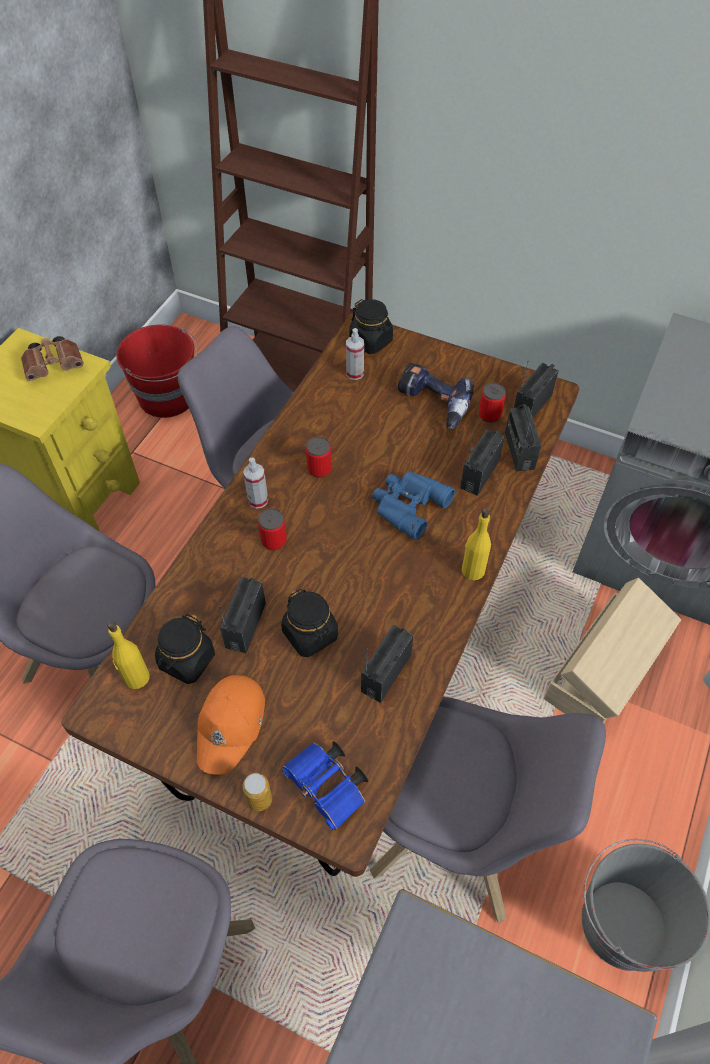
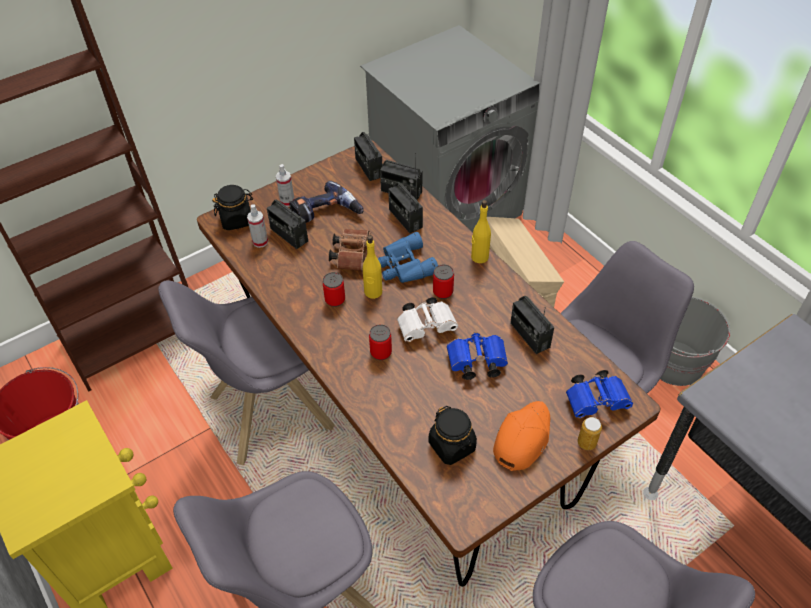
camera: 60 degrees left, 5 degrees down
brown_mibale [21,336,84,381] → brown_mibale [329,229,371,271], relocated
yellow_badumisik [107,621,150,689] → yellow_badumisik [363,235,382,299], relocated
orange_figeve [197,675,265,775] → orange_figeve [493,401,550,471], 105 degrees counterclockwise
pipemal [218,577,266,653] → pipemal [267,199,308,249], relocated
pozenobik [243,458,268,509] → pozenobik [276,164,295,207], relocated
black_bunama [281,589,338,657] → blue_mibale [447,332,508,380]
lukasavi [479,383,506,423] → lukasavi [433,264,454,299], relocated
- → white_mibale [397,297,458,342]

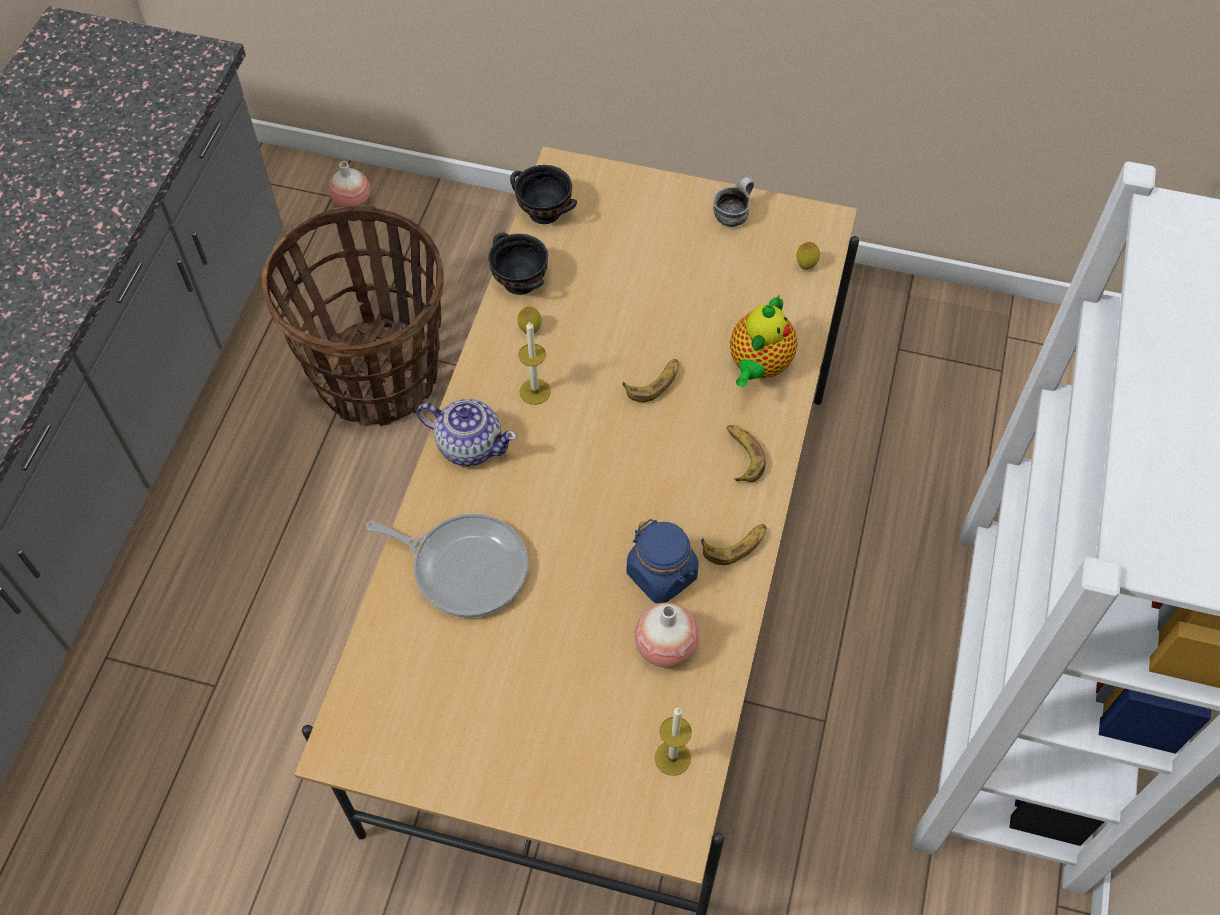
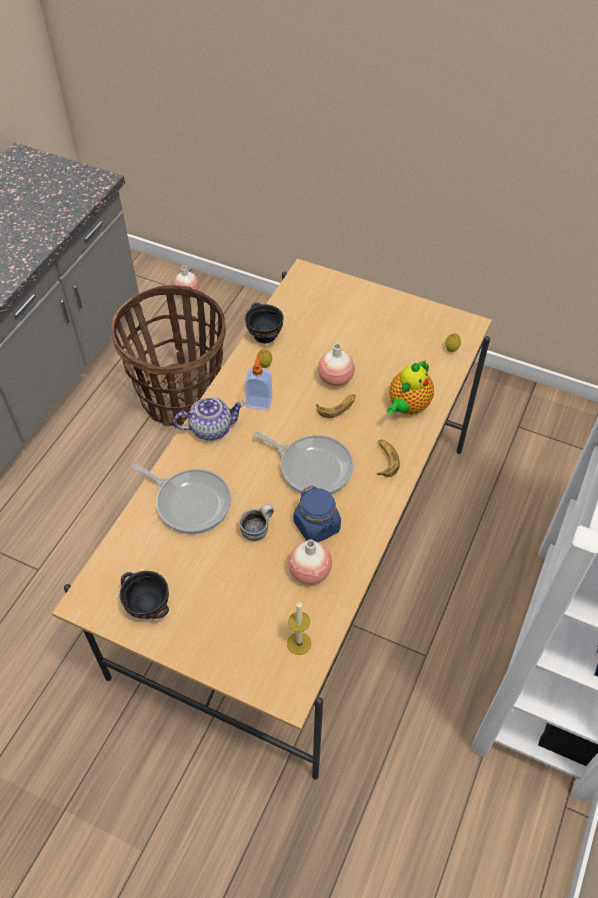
camera: 10 degrees right, 5 degrees down
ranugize [417,399,517,466] → ranugize [174,397,245,440], 45 degrees counterclockwise
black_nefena [510,165,577,224] → black_nefena [120,571,169,619], relocated
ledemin [518,321,551,405] → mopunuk [245,356,272,410]
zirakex [701,524,766,565] → -
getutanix [713,177,754,227] → getutanix [239,504,274,541], relocated
- → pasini [253,432,353,494]
- → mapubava [318,344,355,386]

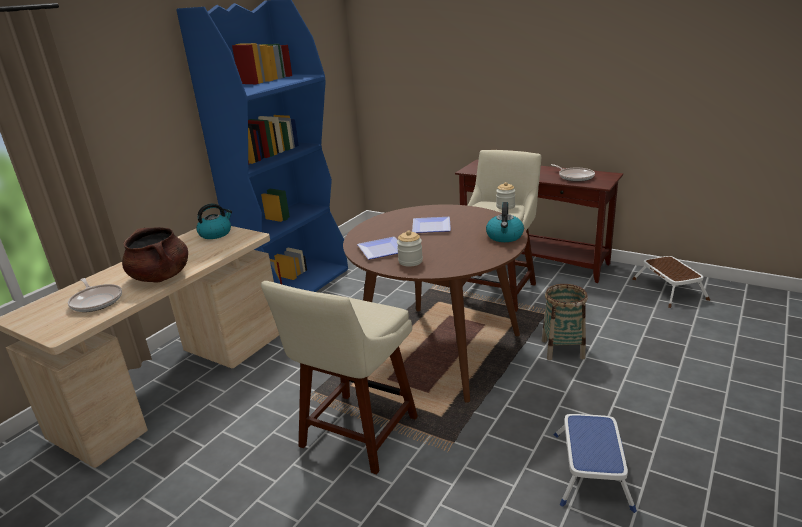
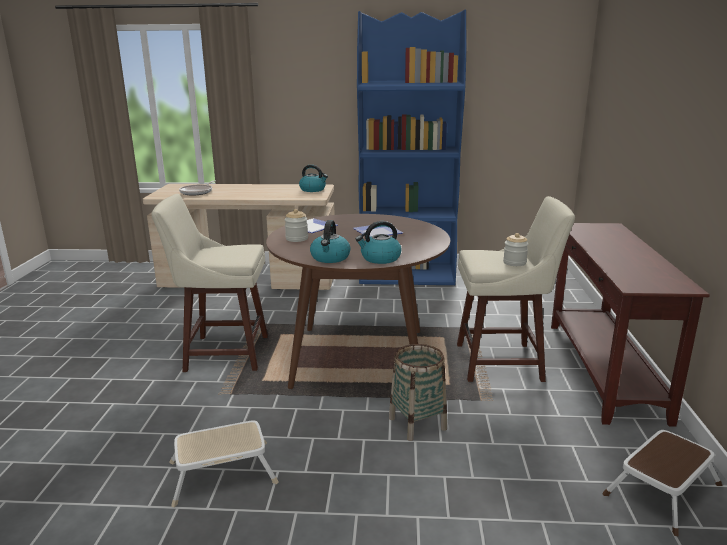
camera: 60 degrees right, 5 degrees down
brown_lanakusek [122,227,188,283] → -
pasini [551,164,595,182] → -
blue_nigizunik [554,414,637,513] → beige_nigizunik [169,420,279,507]
- → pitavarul [310,220,350,263]

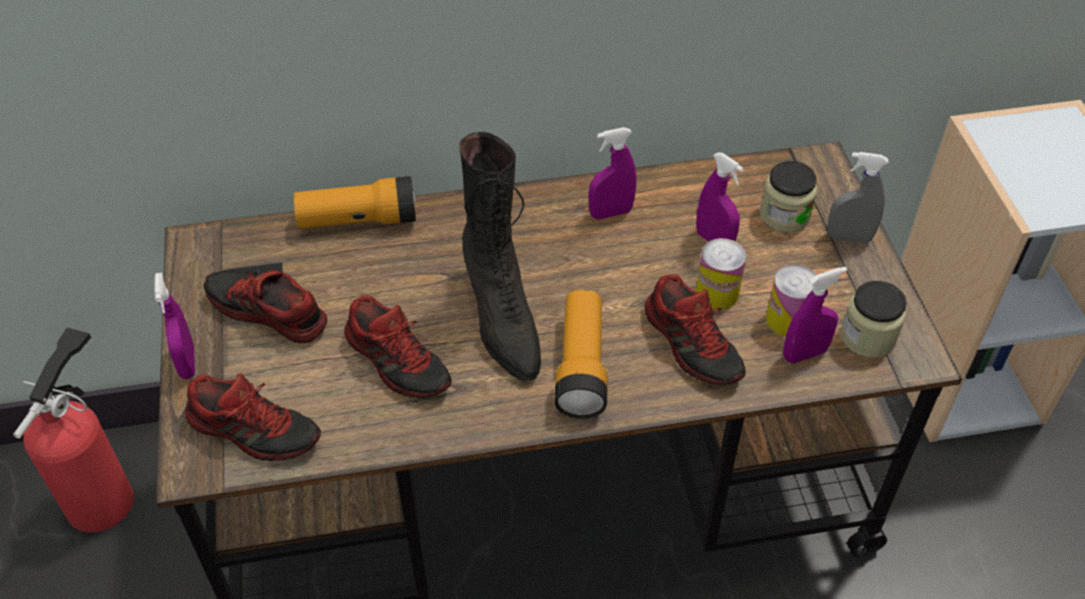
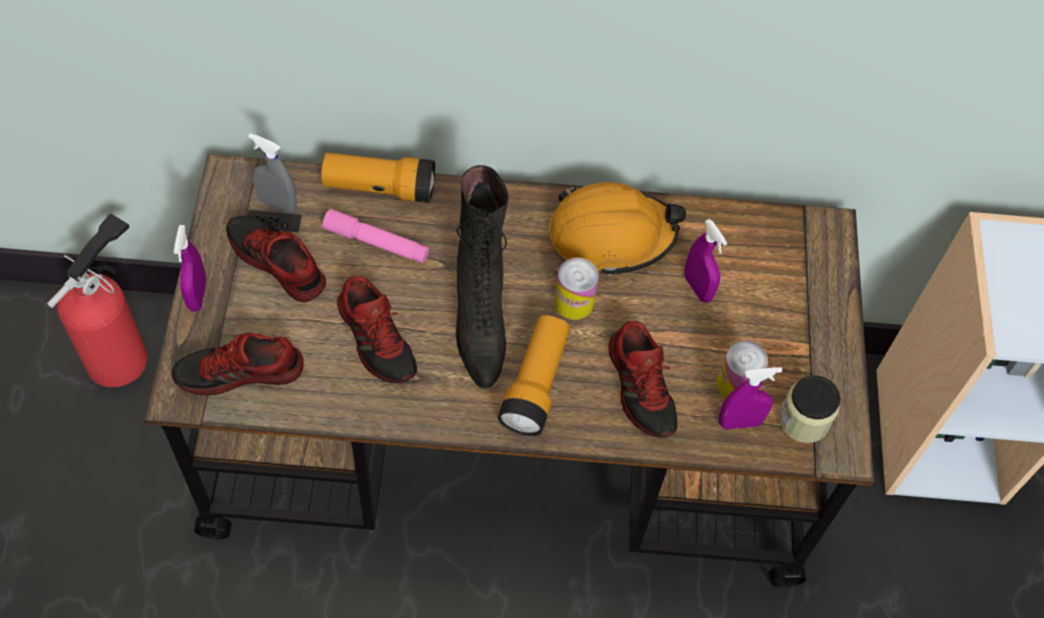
camera: 10 degrees right, 10 degrees up
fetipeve [186,374,321,461] → fetipeve [171,333,303,395], 135 degrees clockwise
purple_pozenobik [589,127,637,219] → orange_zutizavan [549,182,686,276]
lukasavi [696,238,746,309] → lukasavi [554,258,599,320], relocated
bunama [760,161,817,232] → -
grey_pozenobik [828,152,888,243] → grey_pozenobik [248,133,297,213], relocated
- → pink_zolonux [323,209,429,263]

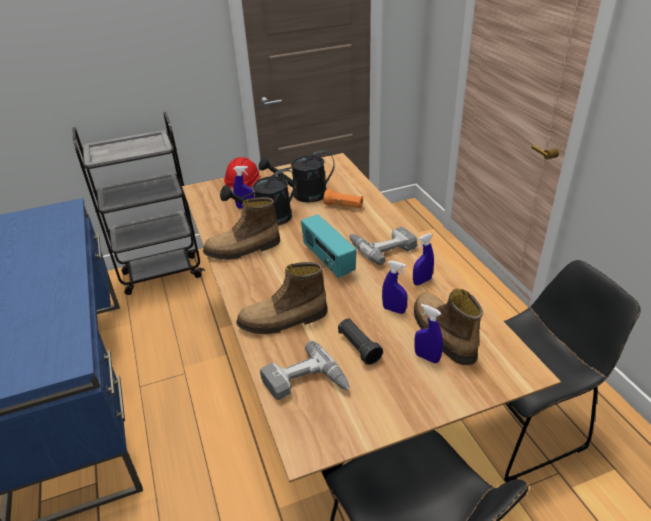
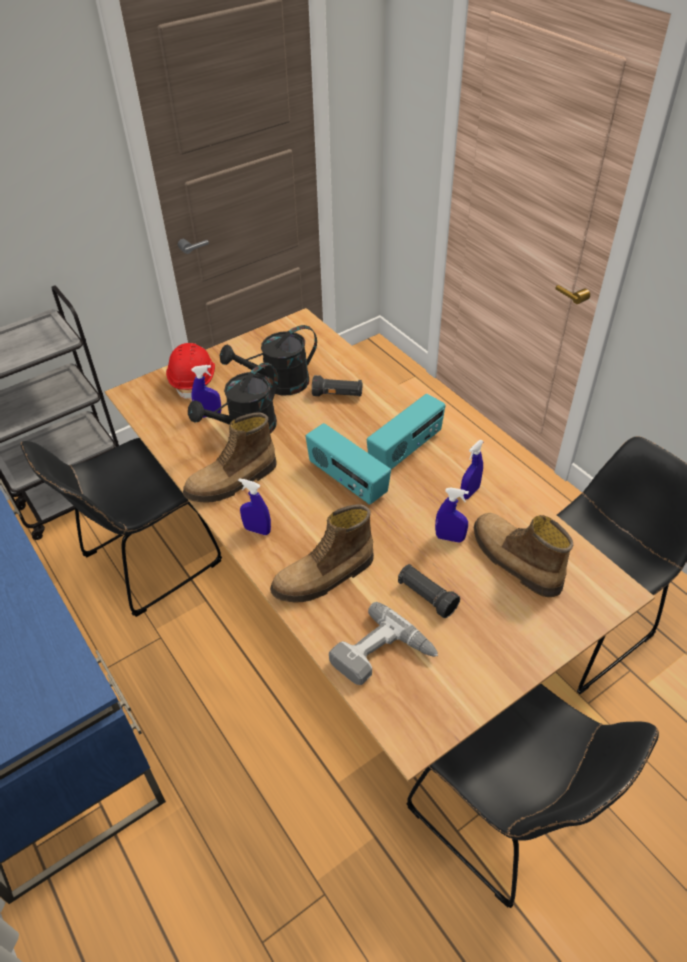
camera: 15 degrees left, 10 degrees up
orange_zolonux [323,189,363,208] → black_zolonux [312,375,362,397]
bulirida [349,226,417,265] → pipemal [367,394,446,469]
blue_pozenobik [414,304,443,363] → blue_pozenobik [238,478,271,535], relocated
- → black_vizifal [21,438,222,617]

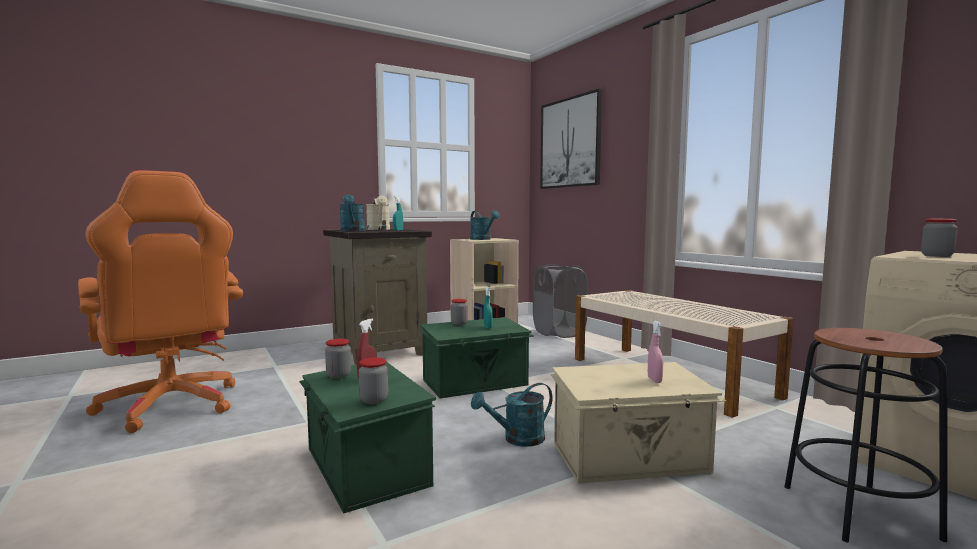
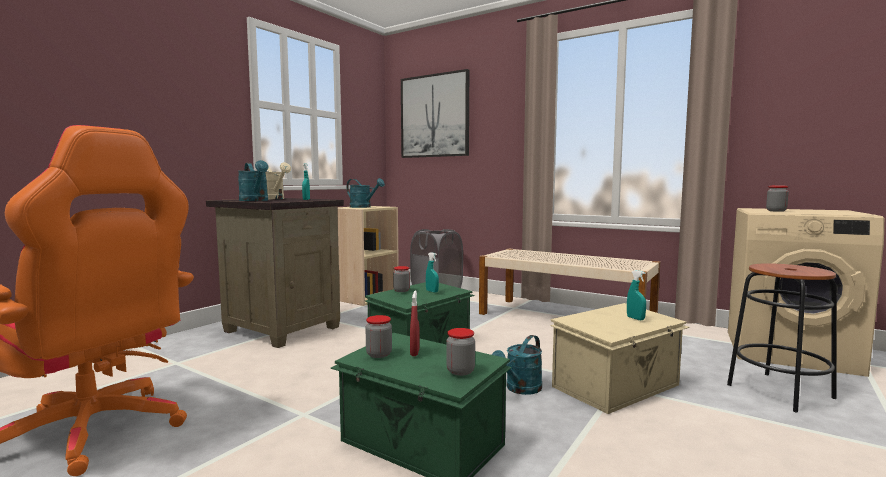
camera: 25 degrees left, 0 degrees up
pink_pozenobik [648,321,663,383] → turquoise_pozenobik [627,270,646,320]

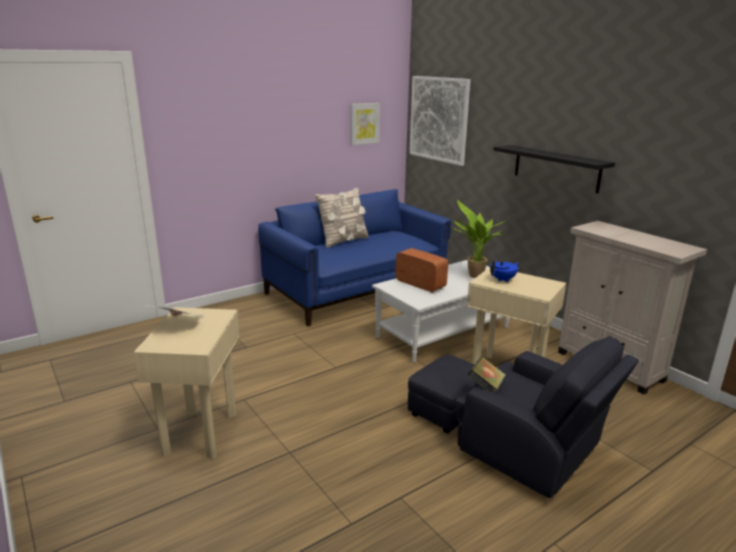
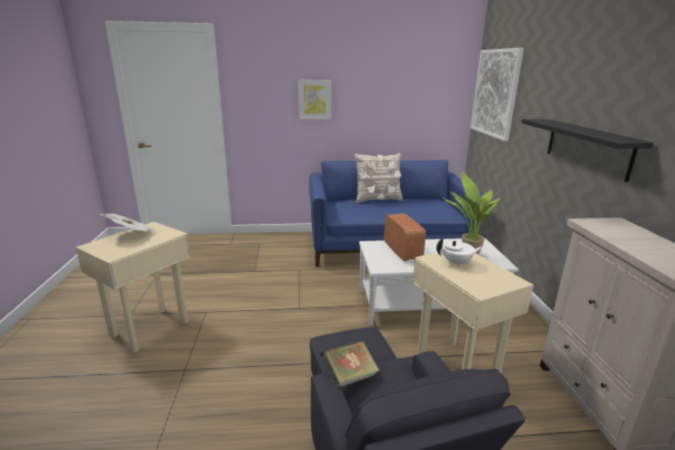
camera: 30 degrees right, 0 degrees up
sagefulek [350,103,380,145] → sagefulek [298,80,331,119], relocated
blue_ranugize [490,260,519,282] → white_ranugize [436,238,483,267]

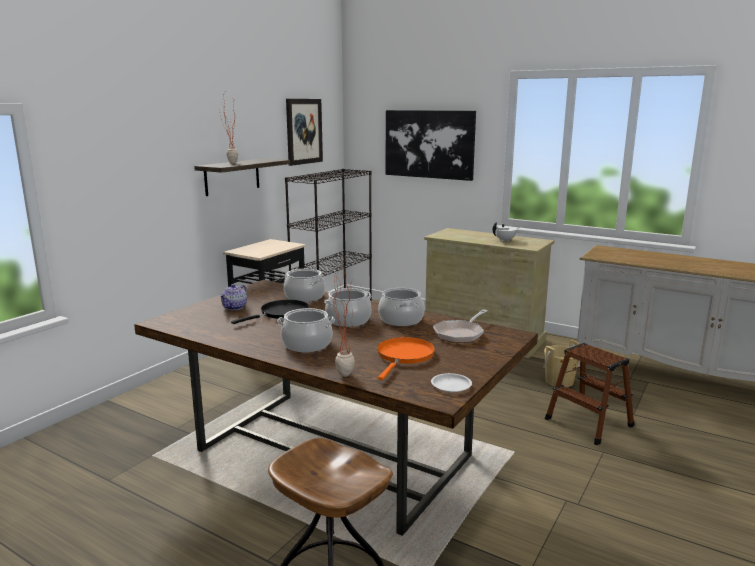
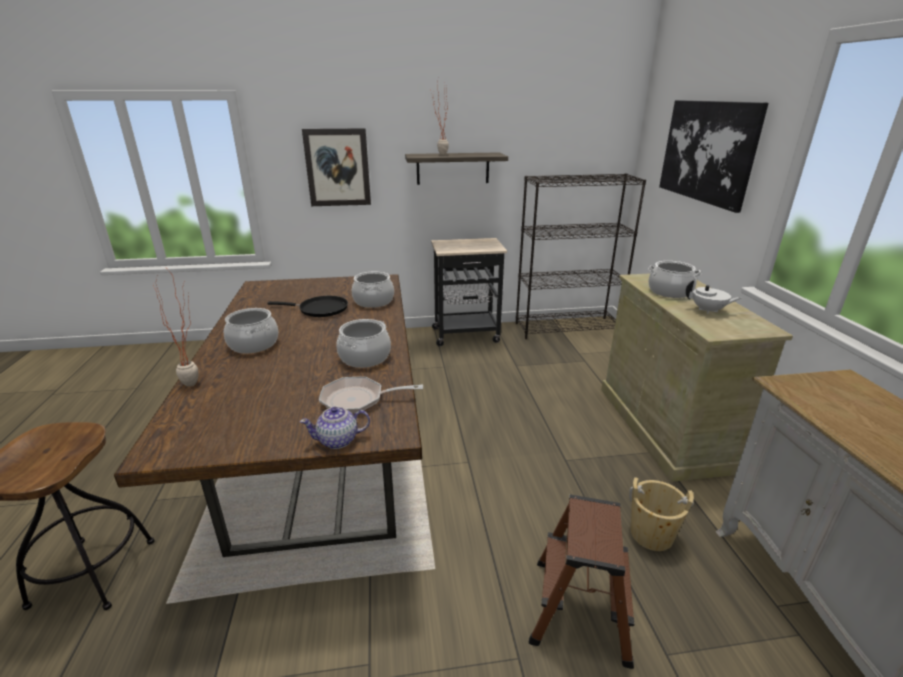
camera: 50 degrees right, 10 degrees up
ranugize [220,284,247,310] → ranugize [300,407,370,449], relocated
sagefulek [286,99,323,166] → sagefulek [302,128,371,206], relocated
lanakusek [324,288,372,327] → lanakusek [648,261,701,298], relocated
orange_pasini [377,337,435,380] → -
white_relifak [431,373,472,392] → -

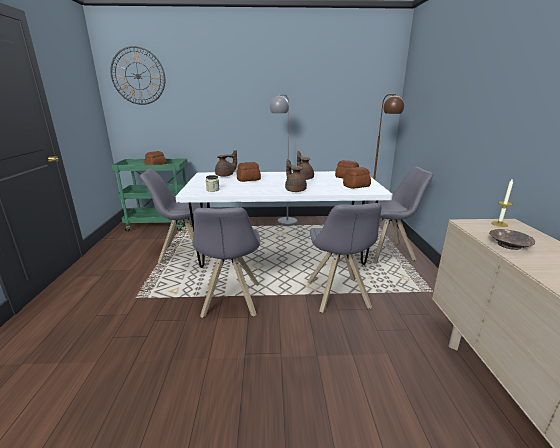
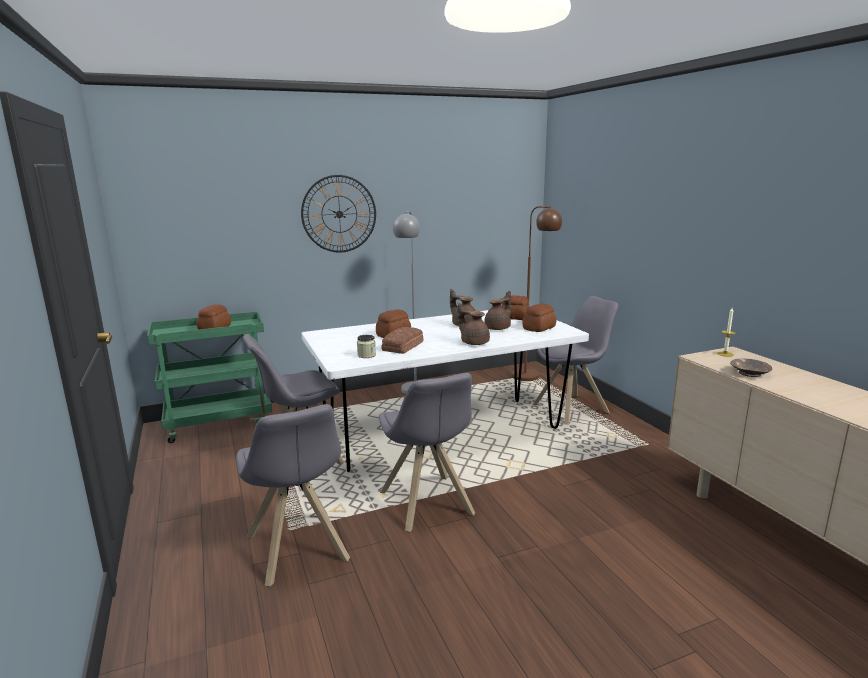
camera: 20 degrees left, 5 degrees down
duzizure [110,46,165,105] → duzizure [301,175,376,253], relocated
brown_ranugize [215,150,237,176] → brown_ranugize [484,291,511,330], relocated
grey_vizifal [307,203,382,313] → grey_vizifal [236,404,350,587], relocated
- → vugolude [381,327,424,354]

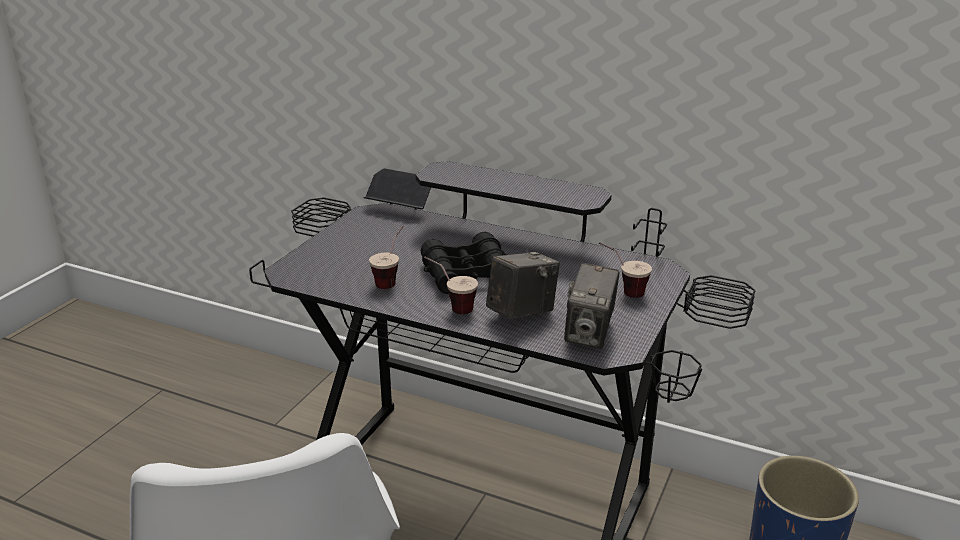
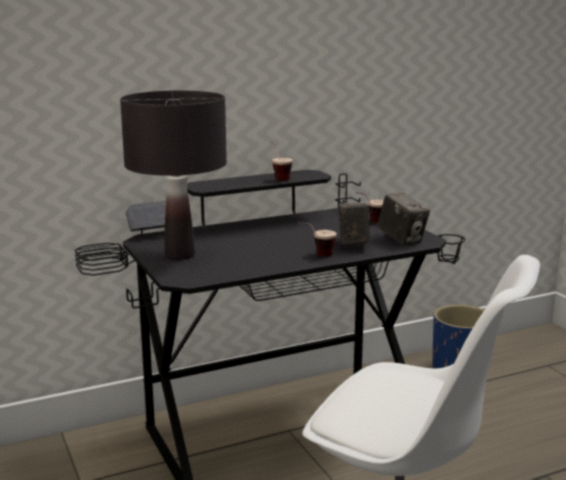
camera: 50 degrees left, 10 degrees down
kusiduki [369,226,404,289] → kusiduki [271,141,293,181], relocated
black_mibale [421,232,507,294] → -
- → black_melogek [120,90,227,260]

